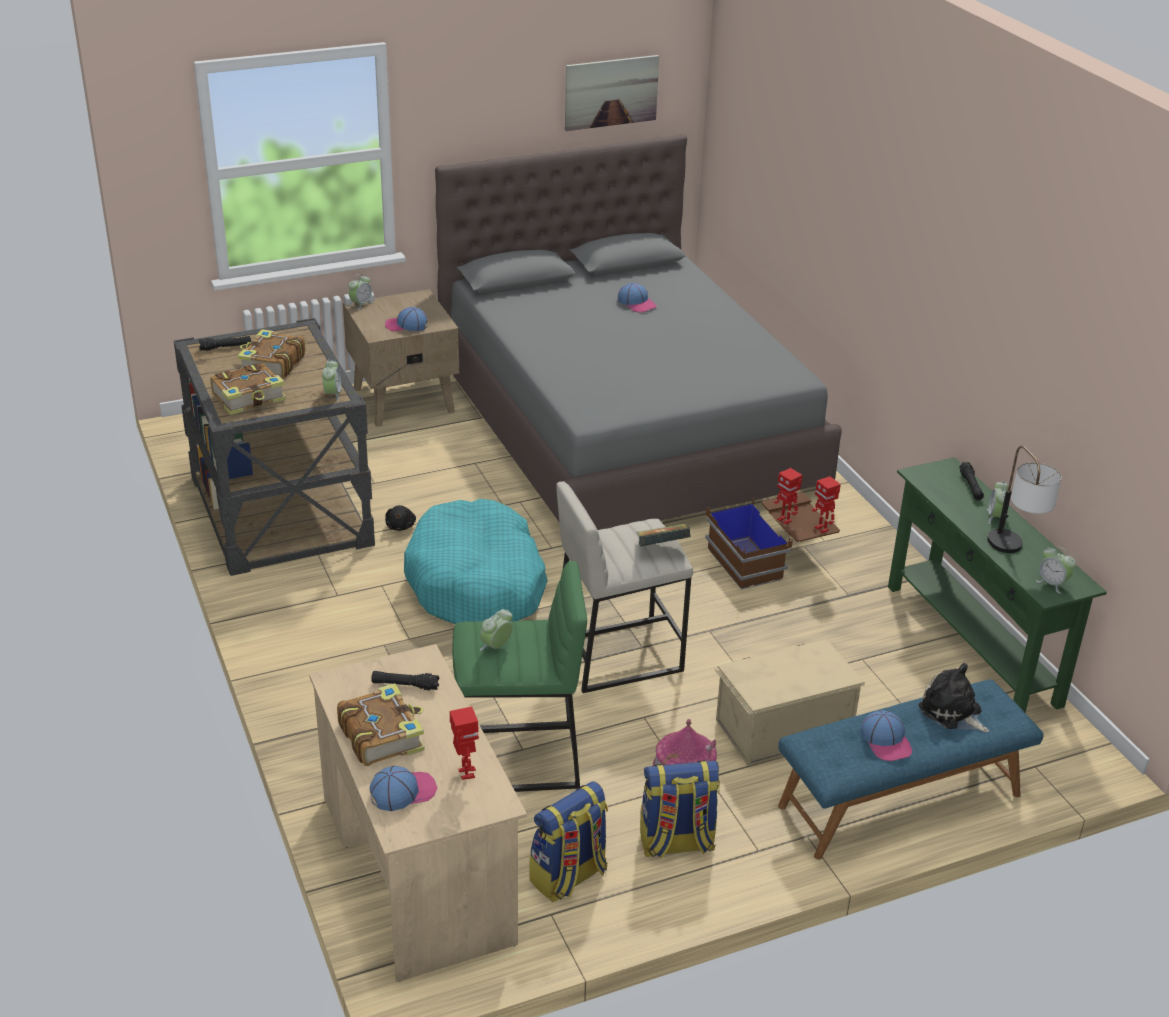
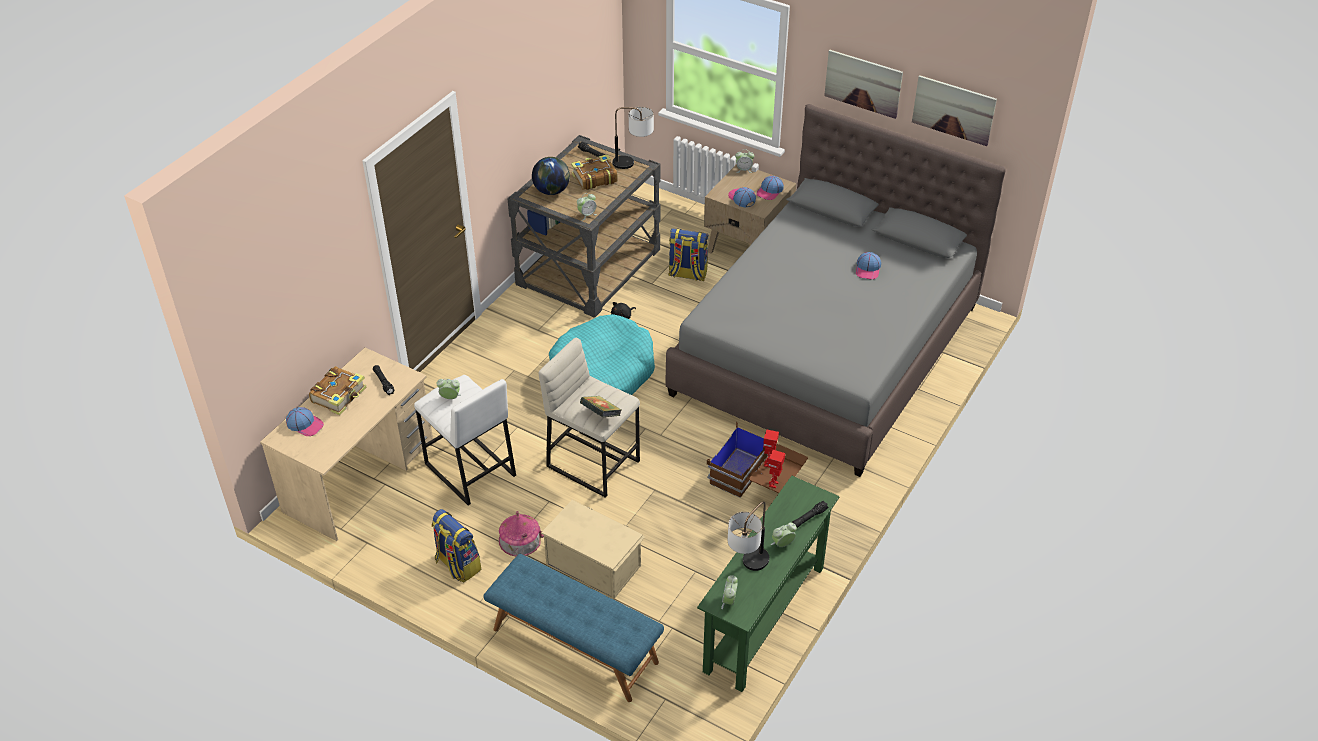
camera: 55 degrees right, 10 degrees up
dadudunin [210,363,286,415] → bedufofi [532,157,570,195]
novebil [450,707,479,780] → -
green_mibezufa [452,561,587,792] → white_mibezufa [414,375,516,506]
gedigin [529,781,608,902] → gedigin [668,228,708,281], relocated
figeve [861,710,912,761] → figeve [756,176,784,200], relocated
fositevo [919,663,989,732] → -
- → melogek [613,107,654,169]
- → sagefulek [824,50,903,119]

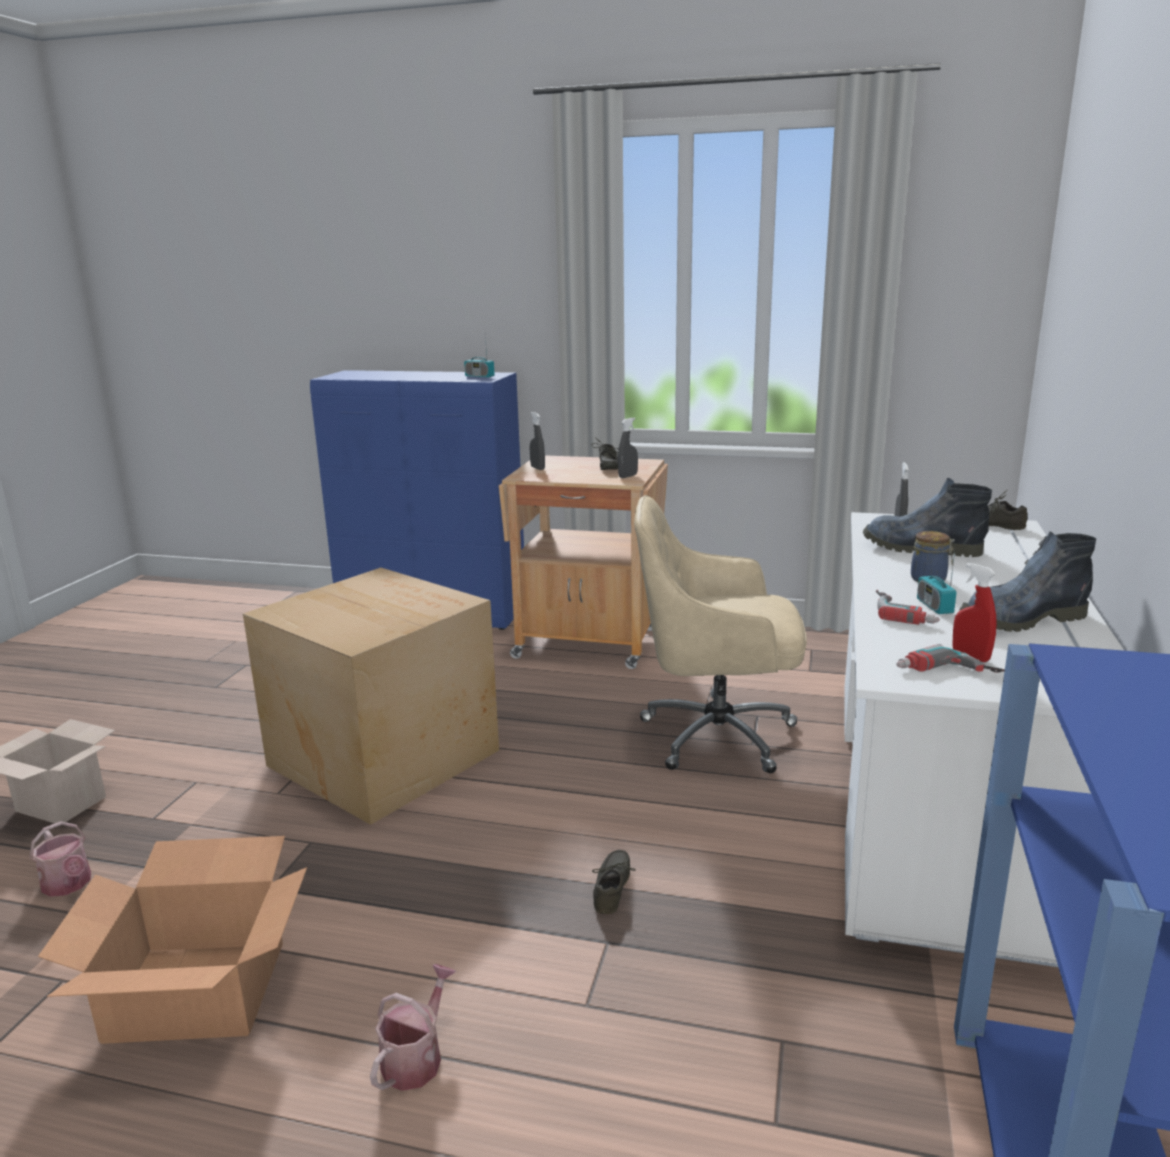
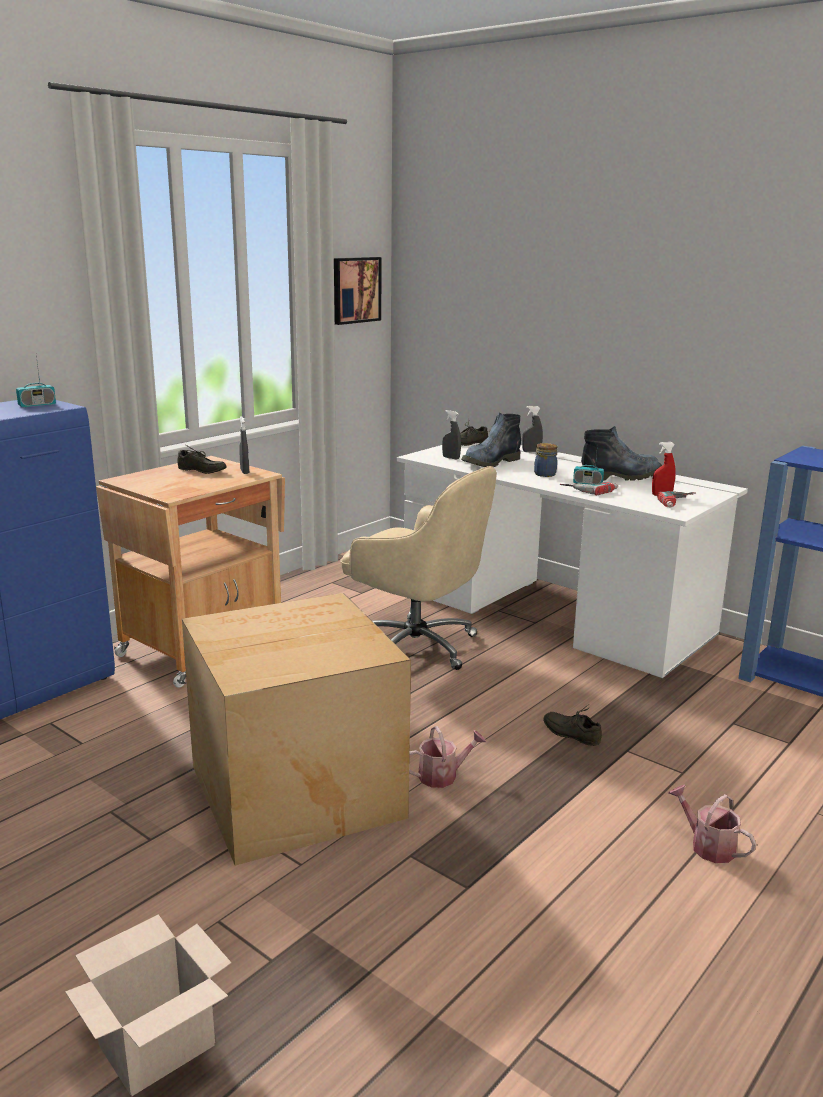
camera: 65 degrees left, 0 degrees up
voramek [29,821,91,897] → voramek [409,726,486,788], relocated
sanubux [38,836,307,1044] → -
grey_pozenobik [530,412,545,470] → grey_pozenobik [522,406,543,452], relocated
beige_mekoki [634,495,807,773] → beige_mekoki [340,466,497,670], 90 degrees counterclockwise
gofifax [960,531,1096,632] → gofifax [581,426,662,481], 105 degrees counterclockwise
- → sagefulek [334,257,381,325]

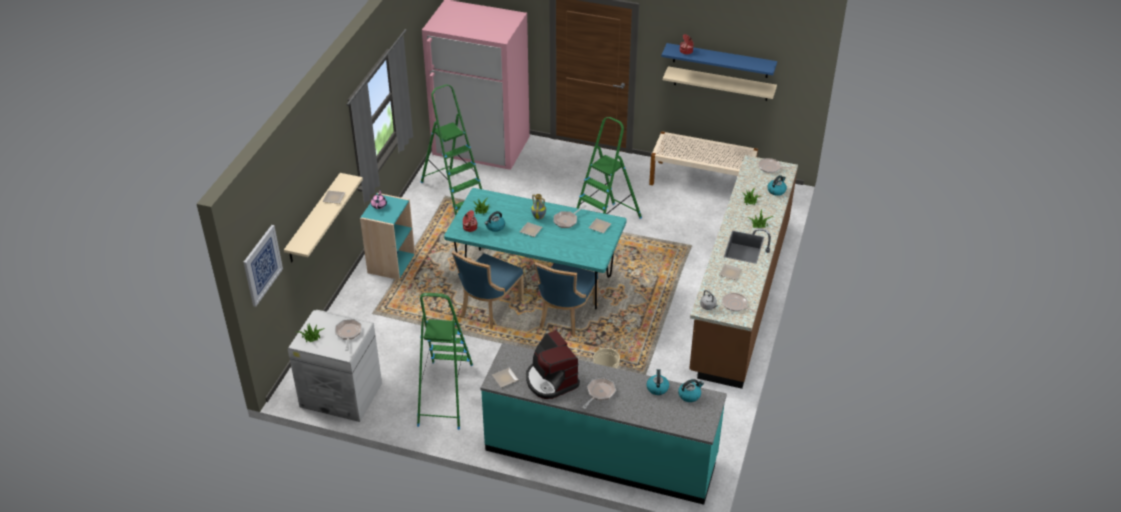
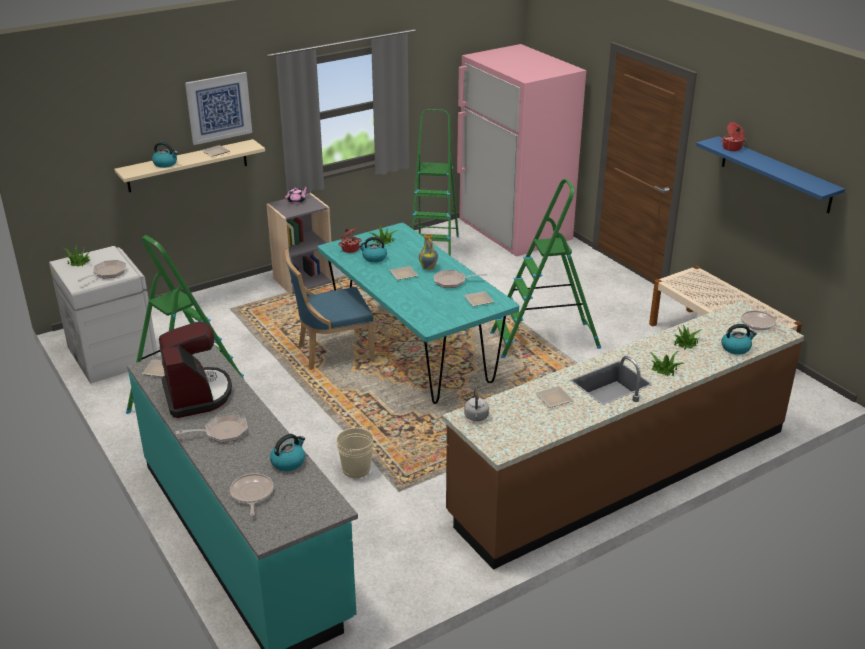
camera: 40 degrees right, 10 degrees down
sagefulek [243,225,283,307] → sagefulek [185,72,252,145], relocated
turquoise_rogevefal [360,193,415,279] → grey_rogevefal [266,193,333,294]
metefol [526,330,580,399] → metefol [159,321,232,418], 150 degrees clockwise
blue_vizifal [535,262,598,337] → -
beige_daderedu [663,66,777,101] → -
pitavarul [678,379,704,402] → pitavarul [152,142,178,168], relocated
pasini [722,293,757,313] → pasini [230,473,274,516], relocated

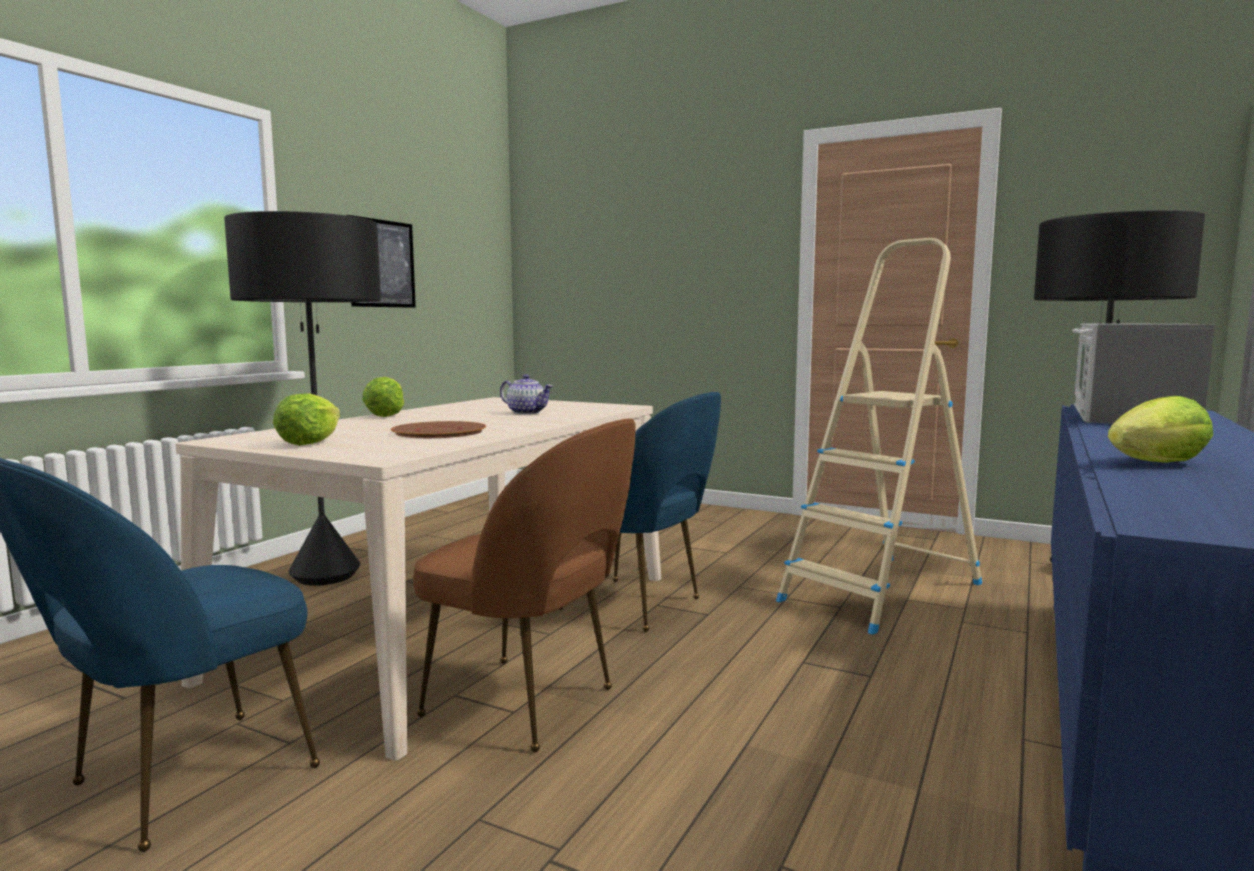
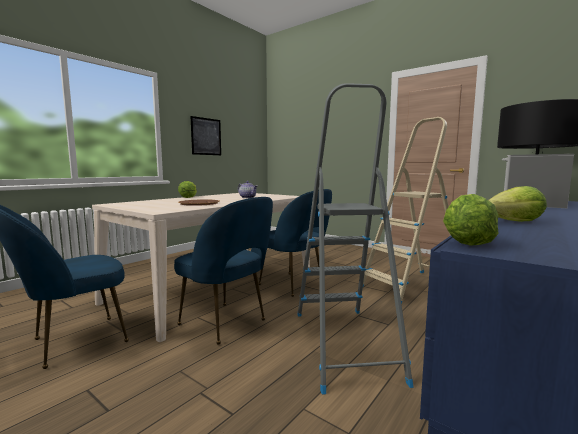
camera: 10 degrees right, 0 degrees up
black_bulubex [224,211,381,586] → -
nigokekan [273,393,340,446] → nigokekan [443,194,499,246], relocated
brown_vizifal [413,419,636,752] → blue_vizifal [174,197,273,345]
- → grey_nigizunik [297,83,413,395]

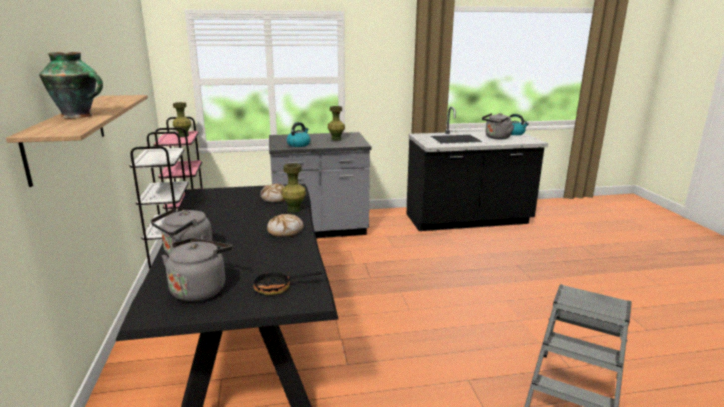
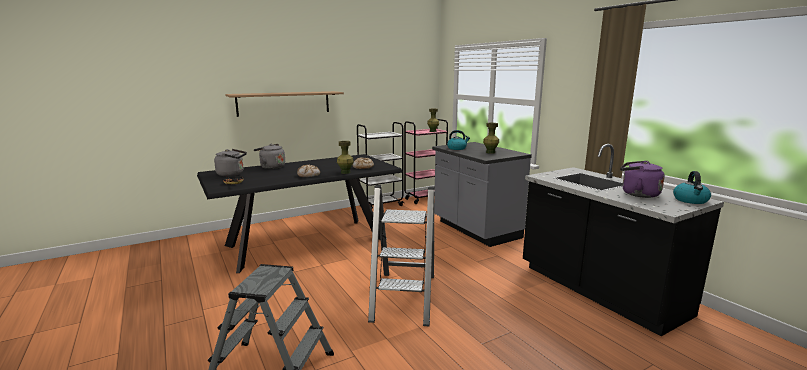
camera: 70 degrees right, 5 degrees down
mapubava [39,52,103,118] → -
grey_pitavarul [482,113,514,139] → purple_pitavarul [620,161,665,198]
- → grey_nigizunik [368,185,435,326]

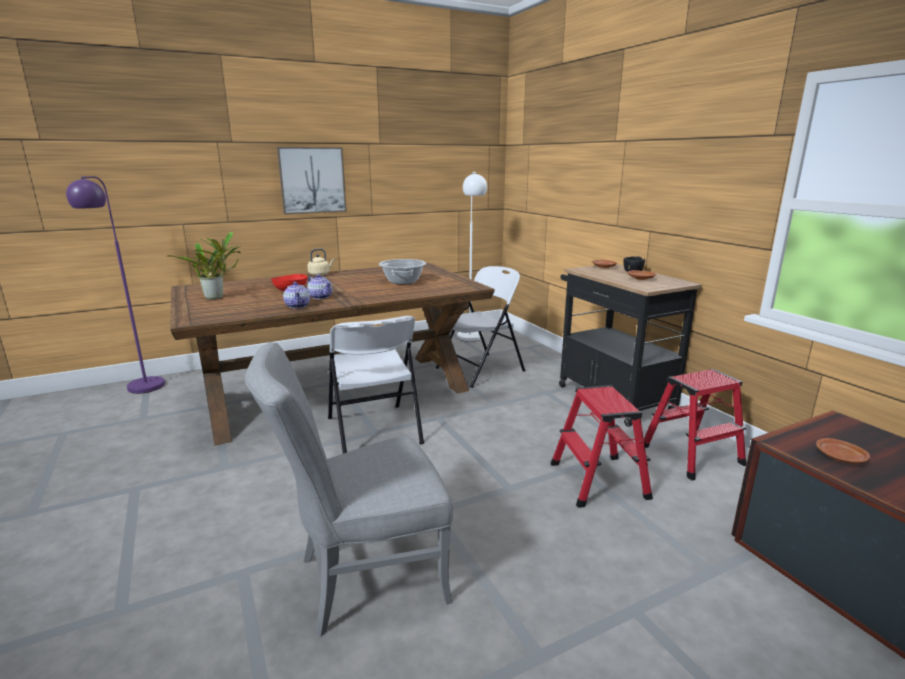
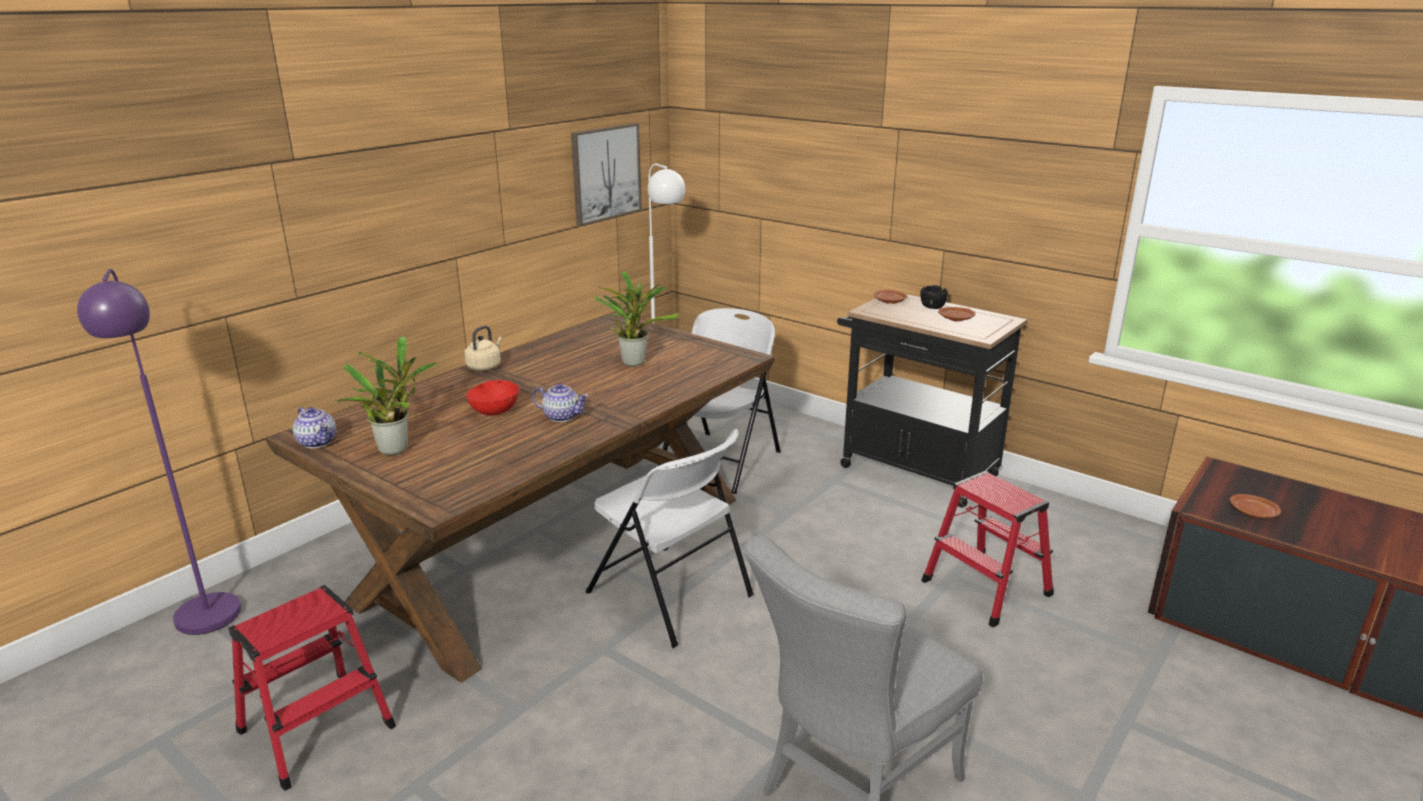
camera: 25 degrees left, 5 degrees up
sagefulek [277,147,347,214] → sagefulek [571,123,642,226], relocated
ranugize [283,282,310,309] → ranugize [293,407,336,448], relocated
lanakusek [379,259,426,284] → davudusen [594,271,679,367]
red_nigizunik [644,369,747,481] → red_nigizunik [228,585,396,791], relocated

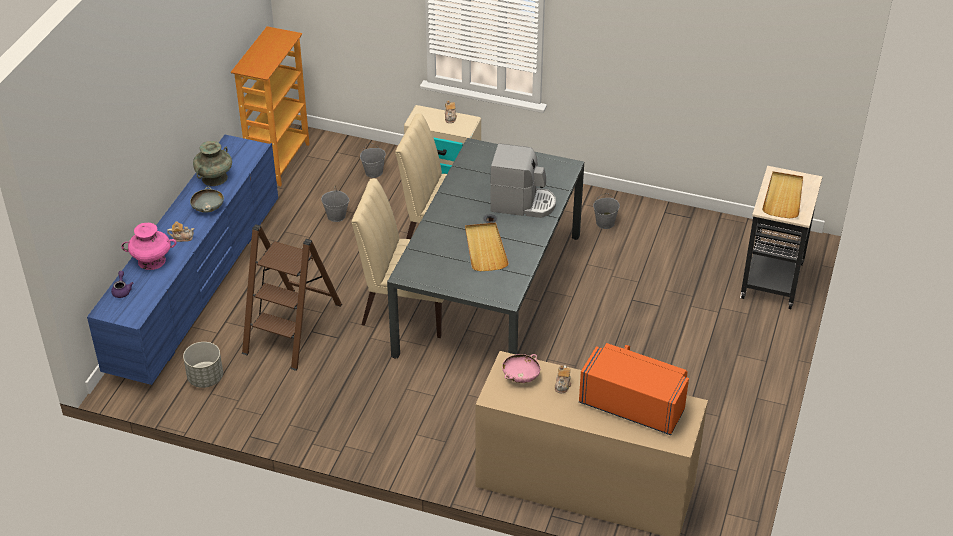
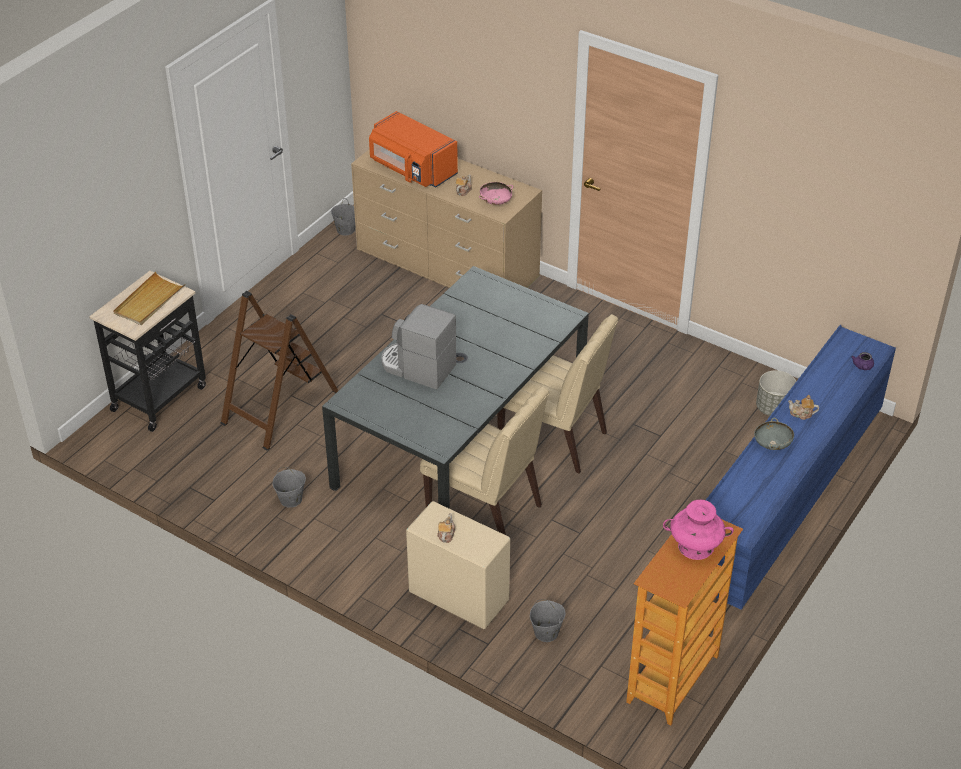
camera: 165 degrees left, 0 degrees up
pink_mapubava [121,223,176,270] → pink_mapubava [663,500,734,560], relocated
turquoise_mapubava [193,141,232,186] → -
brown_nigizunik [242,224,342,371] → brown_nigizunik [220,291,338,451], relocated
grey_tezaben [321,186,349,222] → grey_tezaben [331,198,355,235], relocated
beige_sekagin [465,222,509,271] → -

